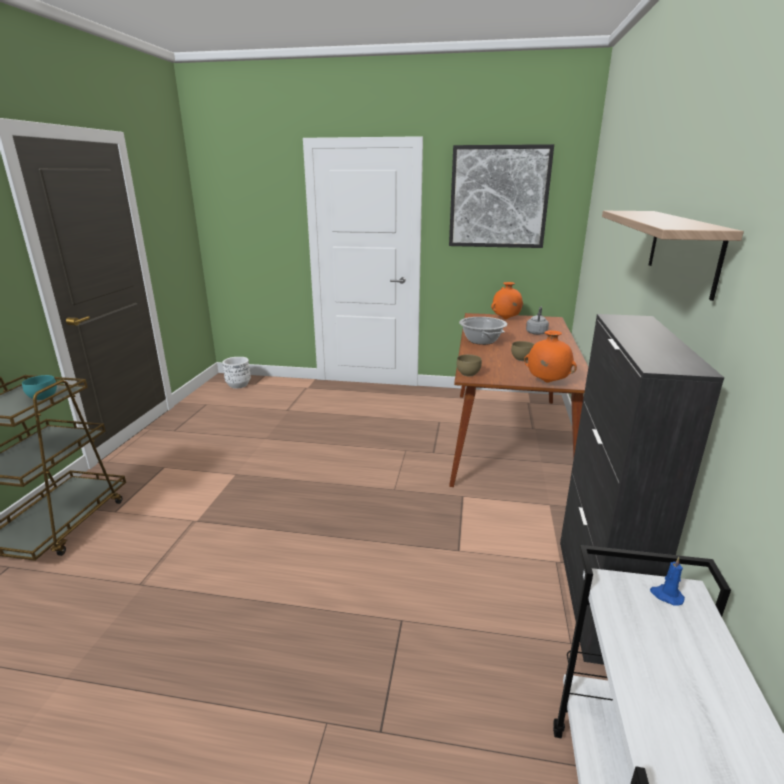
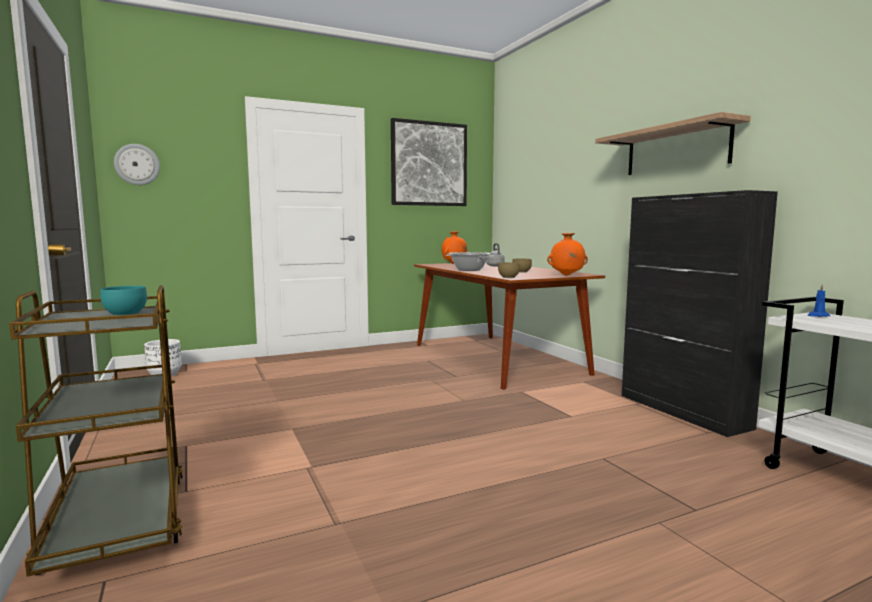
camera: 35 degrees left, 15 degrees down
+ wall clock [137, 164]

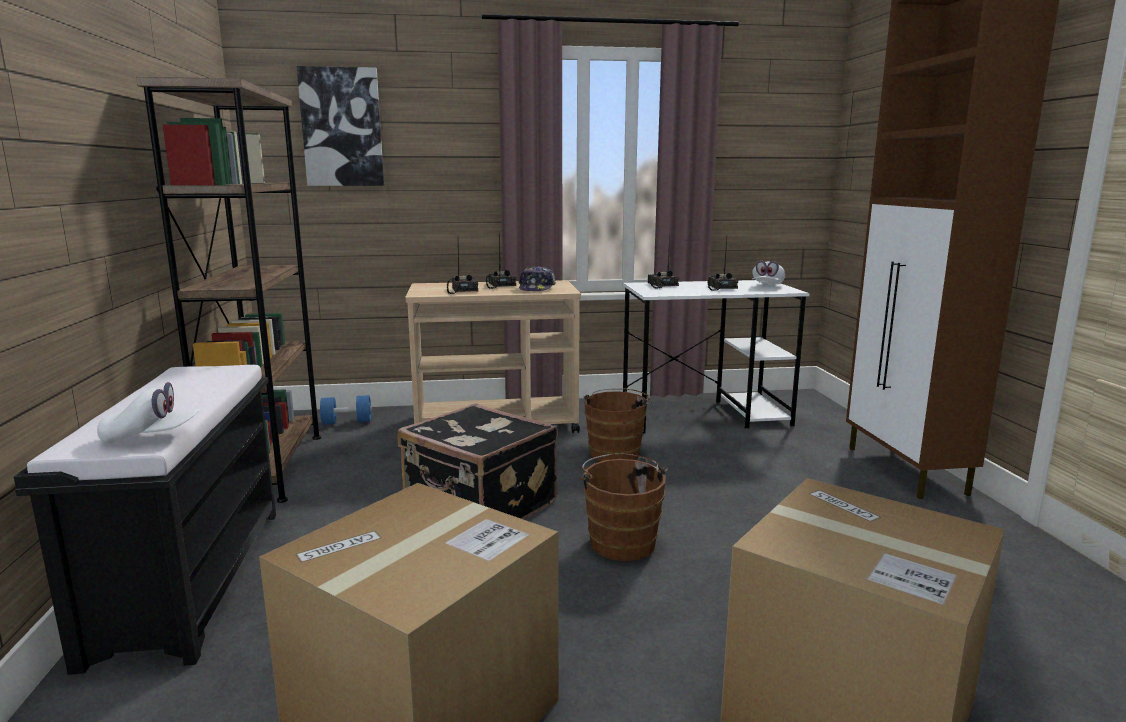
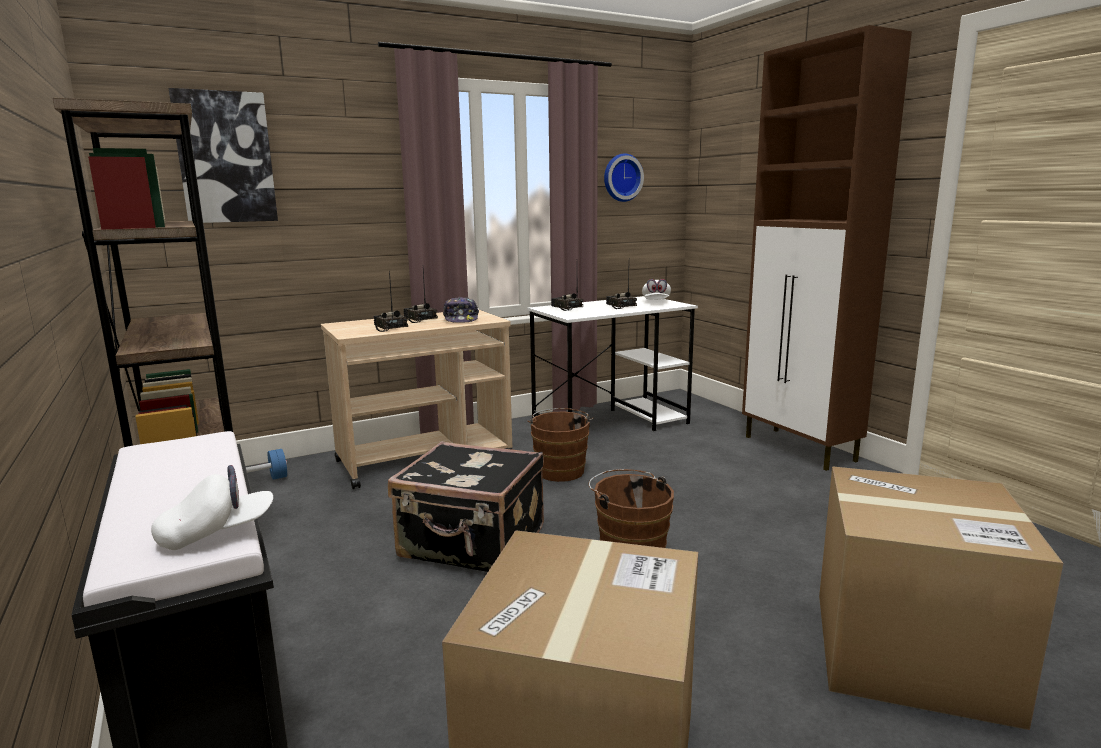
camera: 20 degrees left, 0 degrees up
+ wall clock [624, 177]

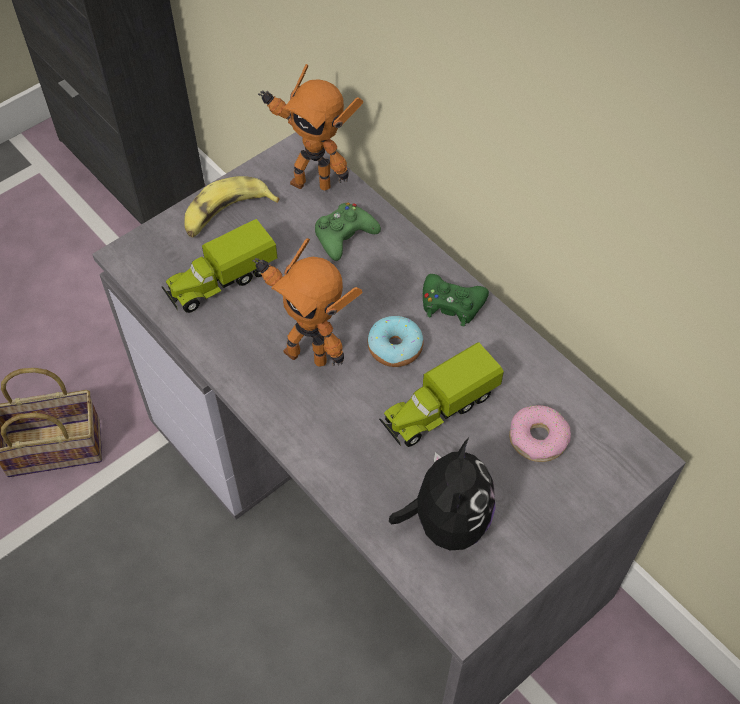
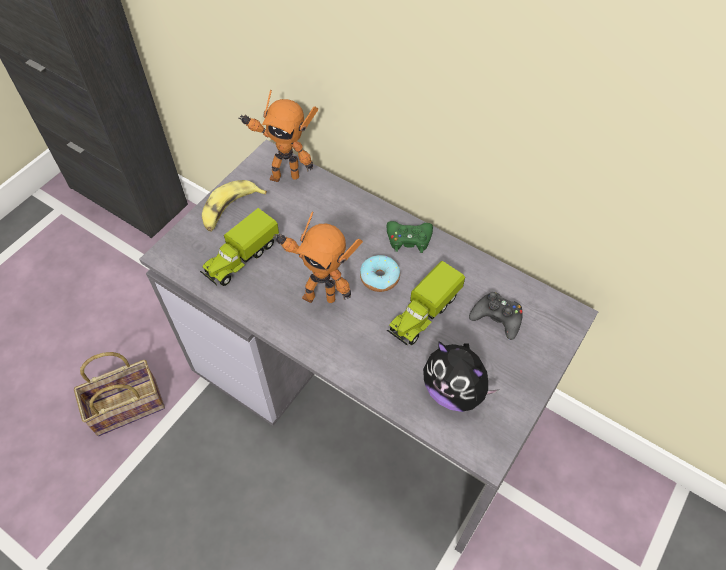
camera: 15 degrees left, 0 degrees up
- green game controller [348, 231]
~ donut [540, 433] to black game controller [496, 316]
~ plush toy [442, 494] = [461, 376] 135 degrees clockwise

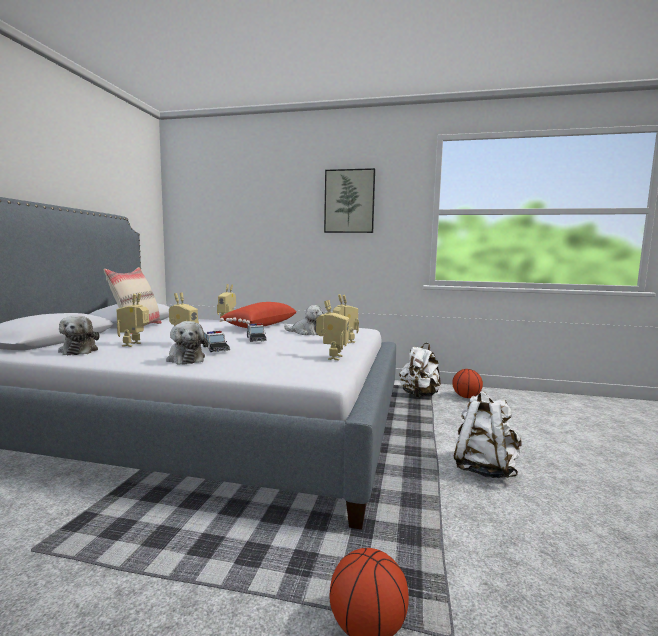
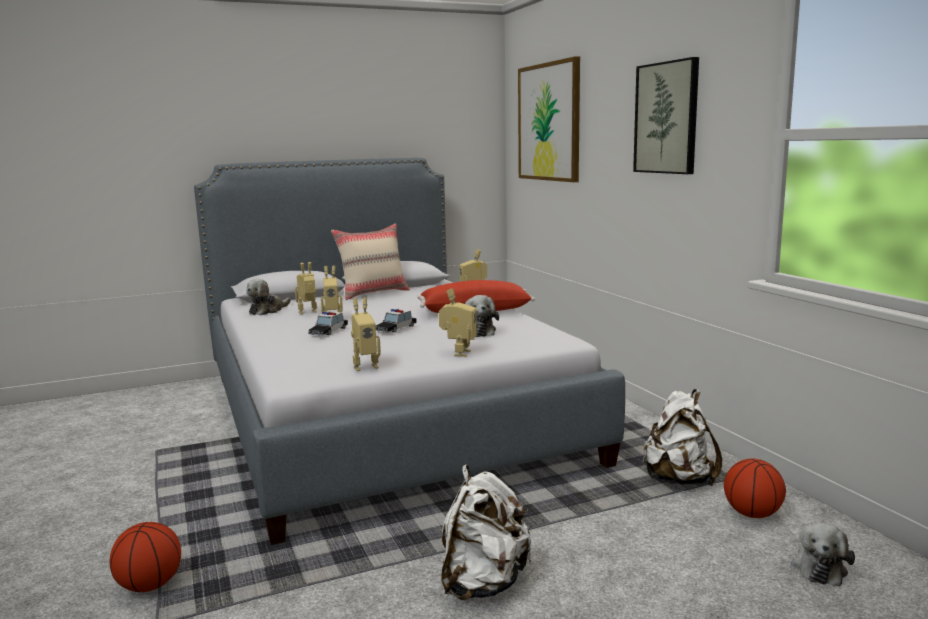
camera: 55 degrees right, 5 degrees up
+ picture [549, 119]
~ plush toy [187, 343] to [823, 554]

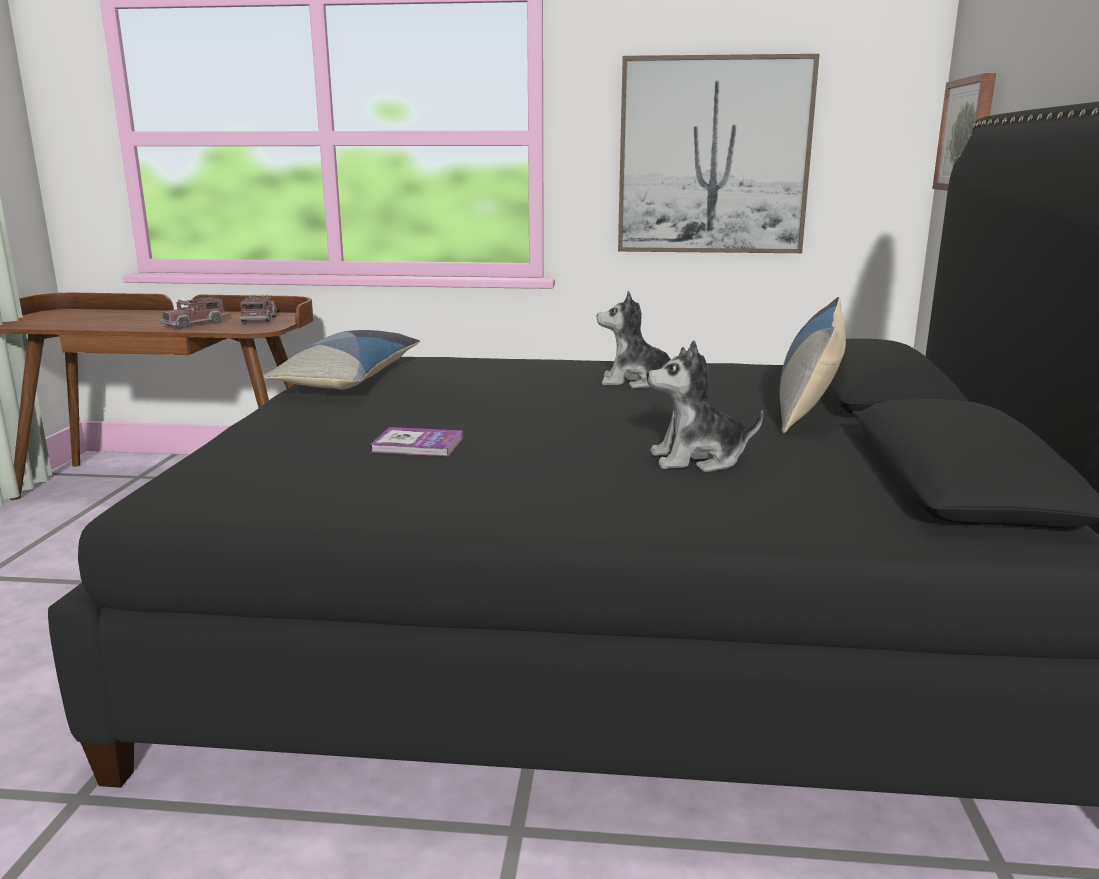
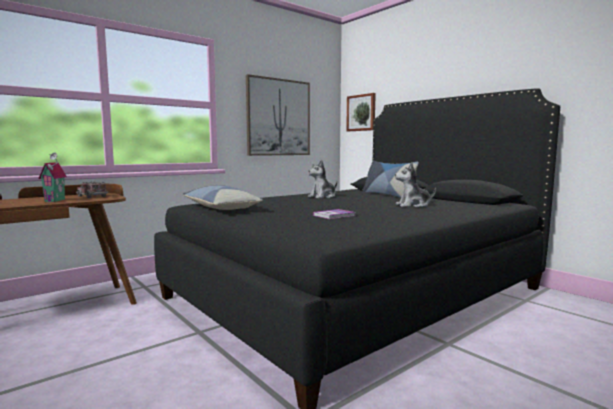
camera: 45 degrees left, 10 degrees down
~ toy truck [194, 312] to toy house [52, 177]
~ plush toy [705, 406] = [415, 185] 45 degrees clockwise

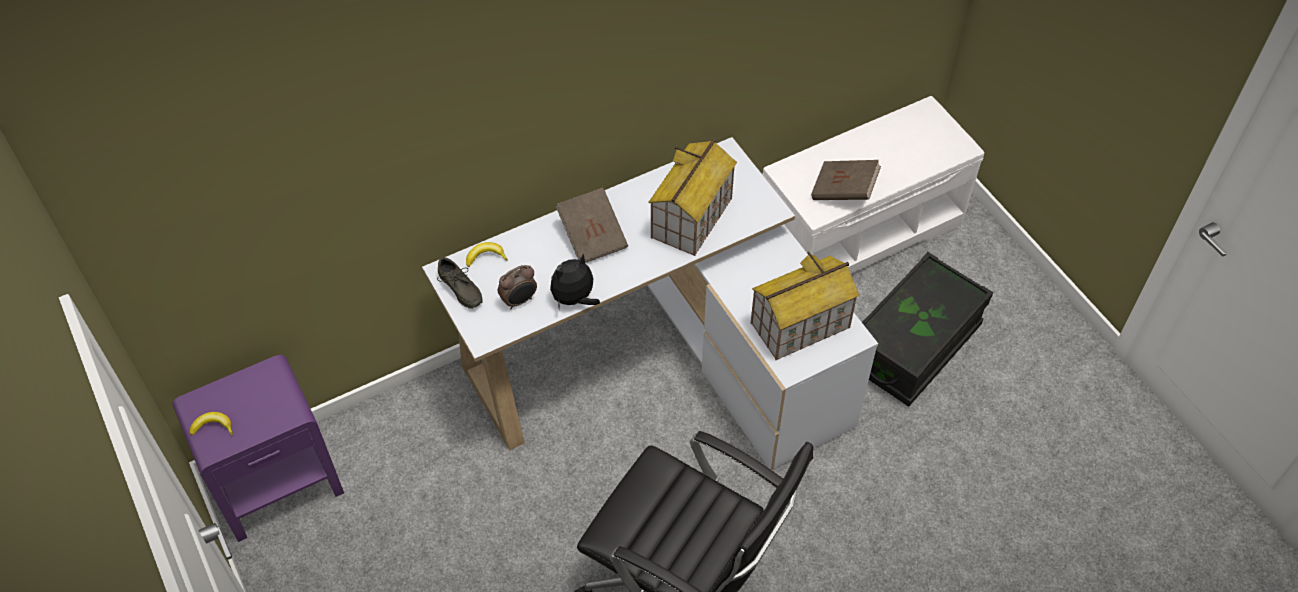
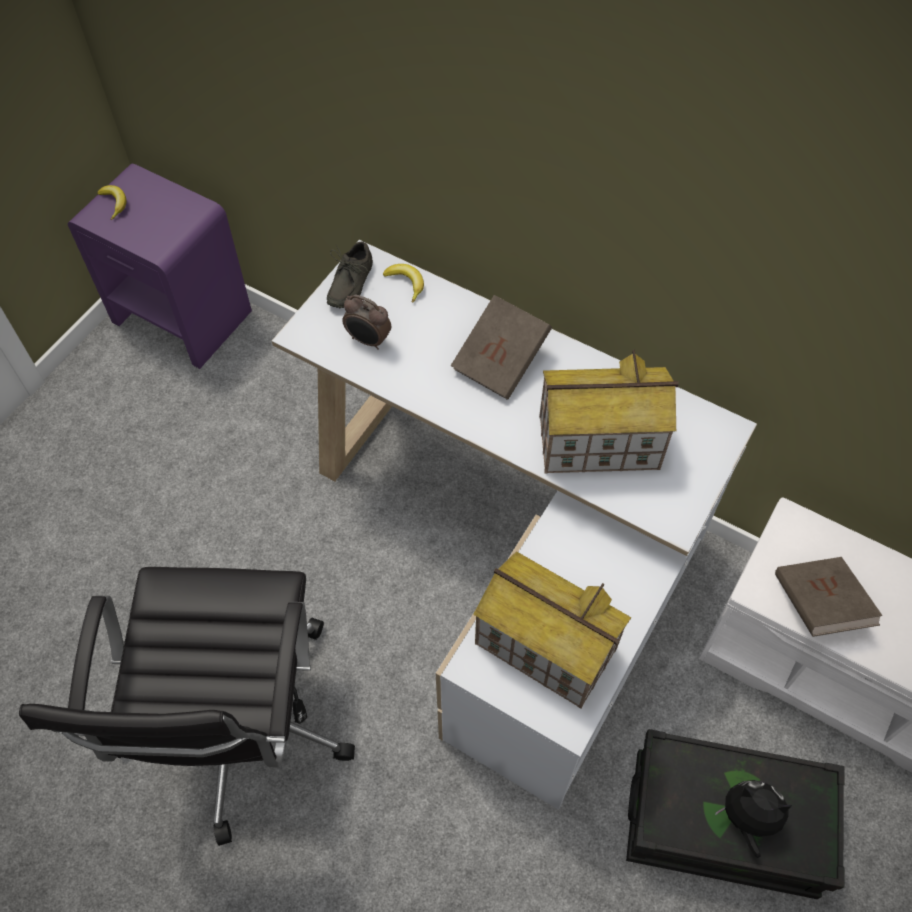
camera: 60 degrees right, 5 degrees up
~ plush toy [575, 282] to [753, 819]

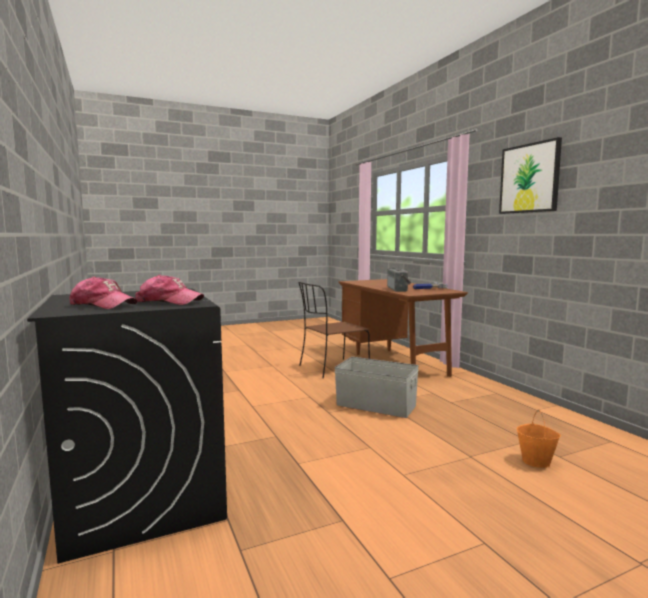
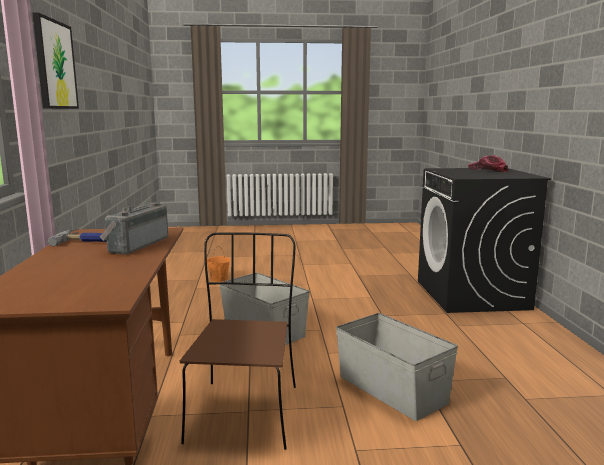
camera: 160 degrees left, 5 degrees up
- cap [169, 290]
+ grey storage box [397, 367]
~ brown chair [334, 330] = [238, 341] 75 degrees counterclockwise

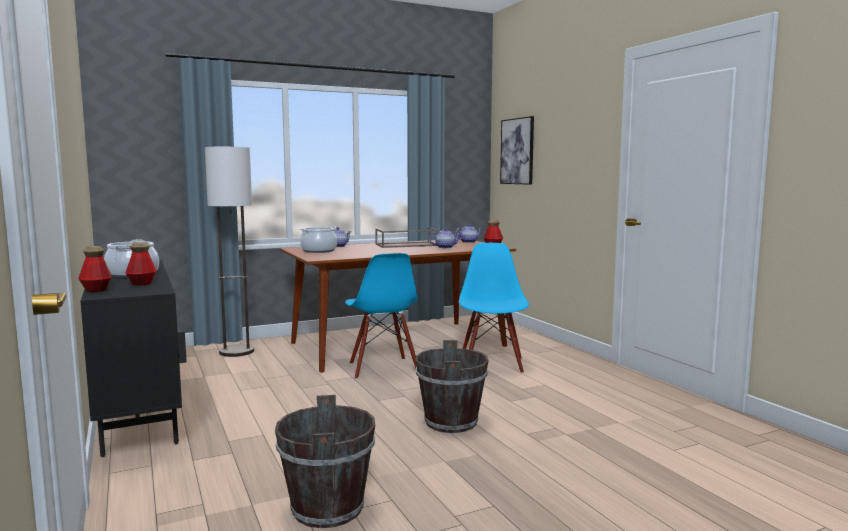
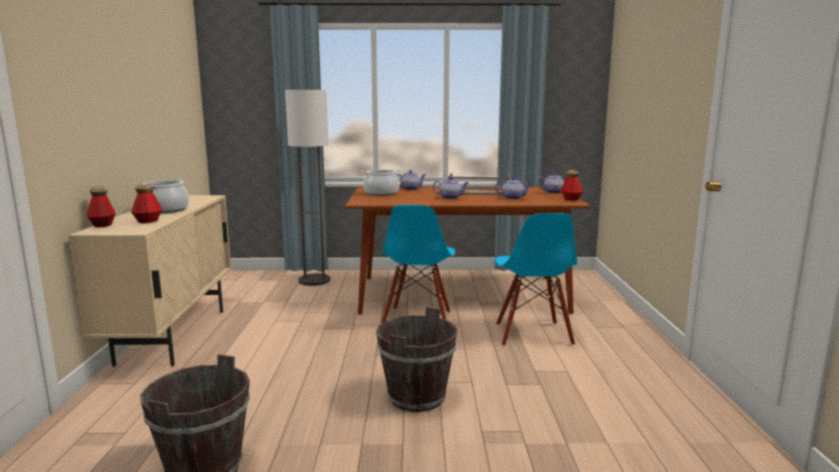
camera: 25 degrees right, 5 degrees up
- picture [517, 150]
+ teapot [450, 188]
~ black cabinet [133, 358] to beige cabinet [149, 281]
~ blue chair [494, 308] = [536, 279] 150 degrees clockwise

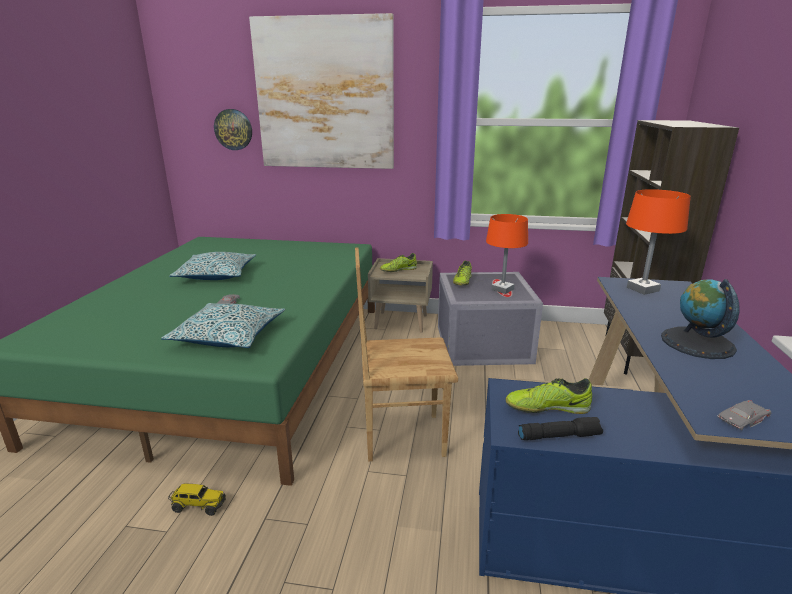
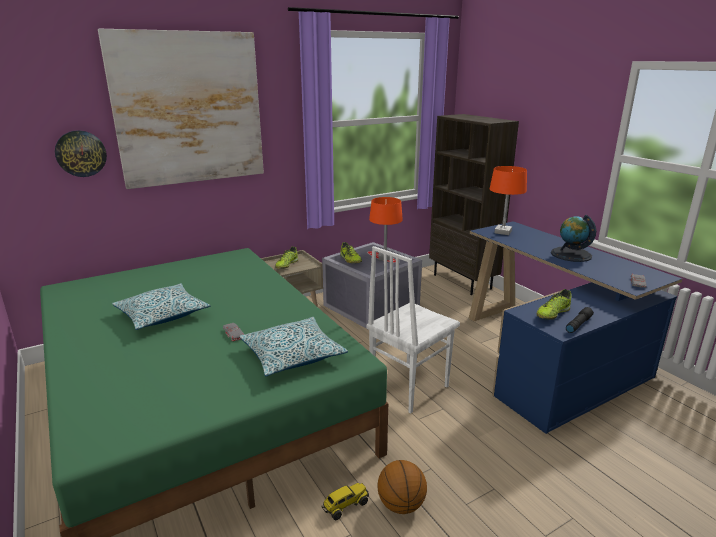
camera: 40 degrees left, 0 degrees up
+ basketball [402, 487]
~ brown chair [406, 354] to white chair [413, 329]

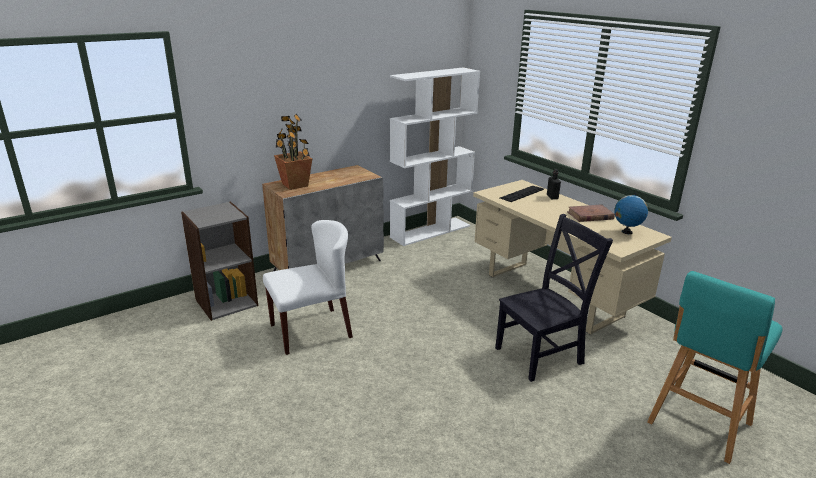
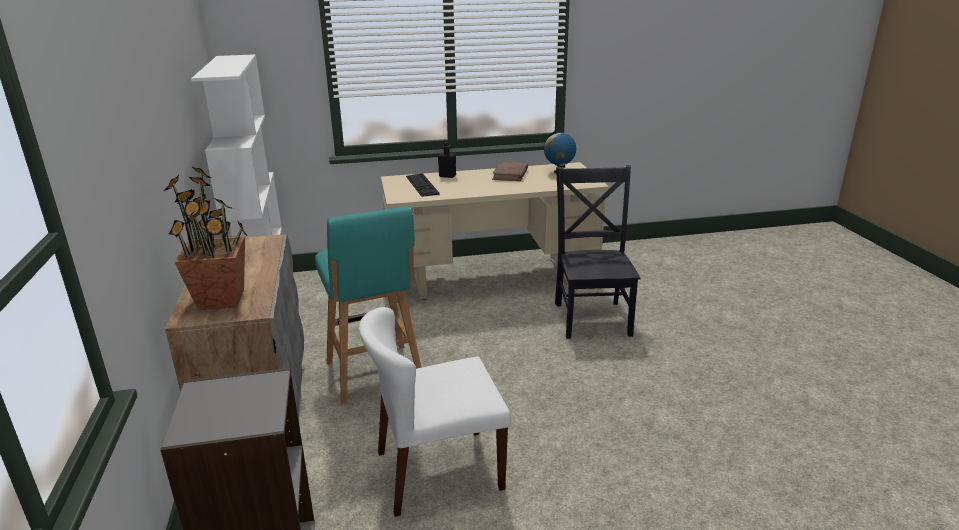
camera: 65 degrees left, 0 degrees up
~ turquoise stool [715, 367] to [368, 305]
~ white chair [308, 287] = [435, 412] 105 degrees counterclockwise

